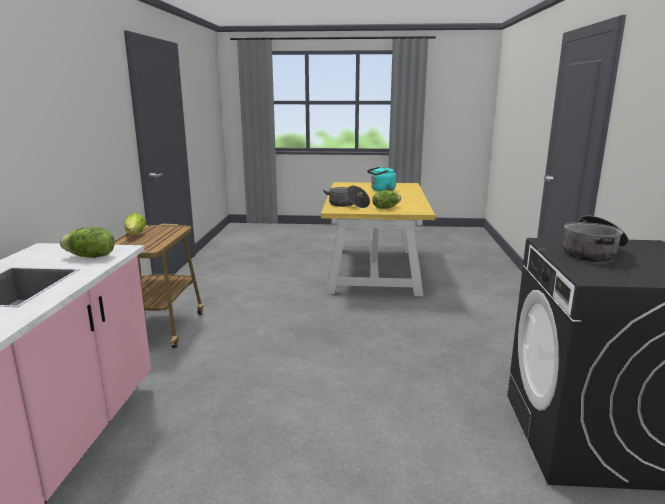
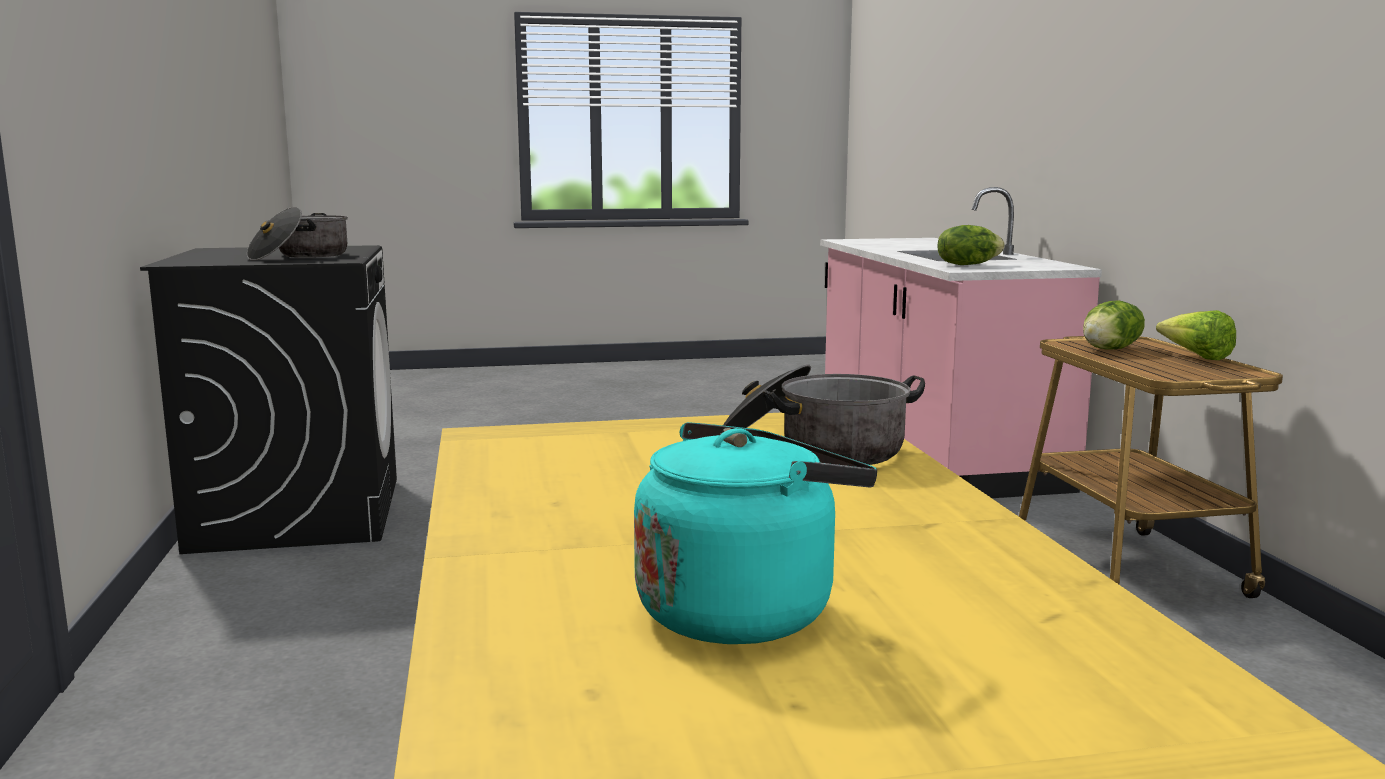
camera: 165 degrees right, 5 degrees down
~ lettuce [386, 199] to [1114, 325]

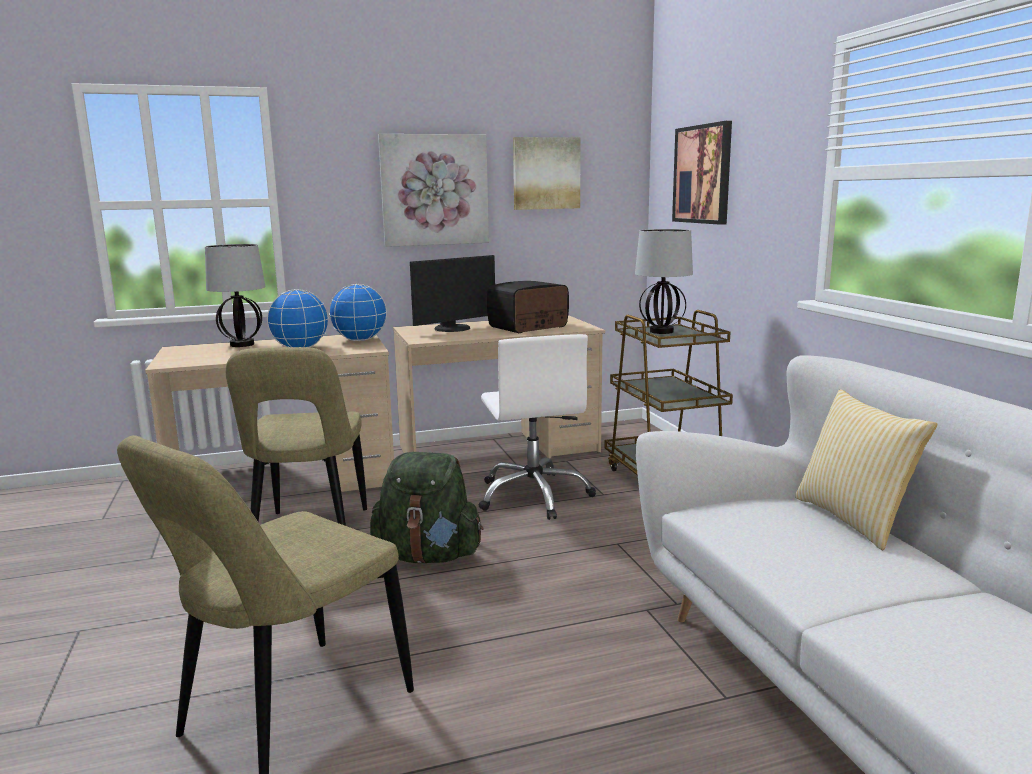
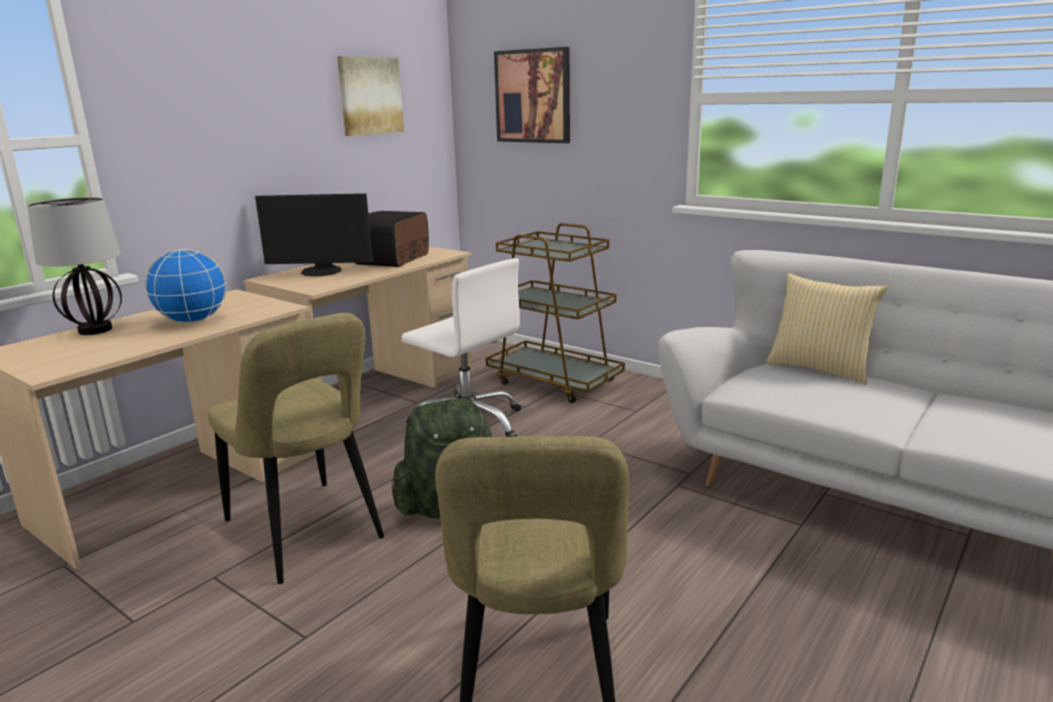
camera: 35 degrees left, 5 degrees up
- globe [358, 312]
- picture [433, 190]
- table lamp [664, 281]
~ monitor [452, 293] = [314, 234] 75 degrees clockwise

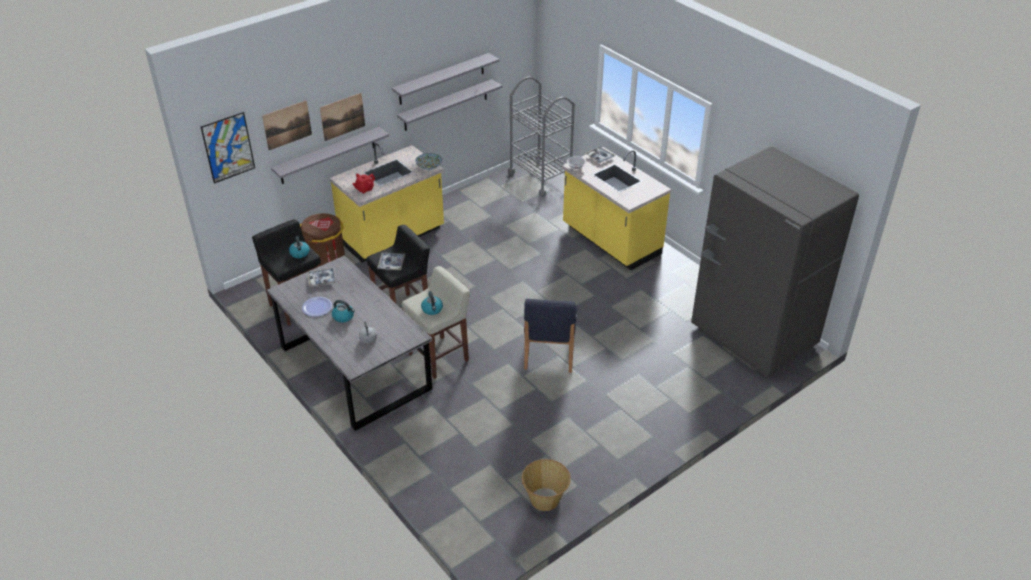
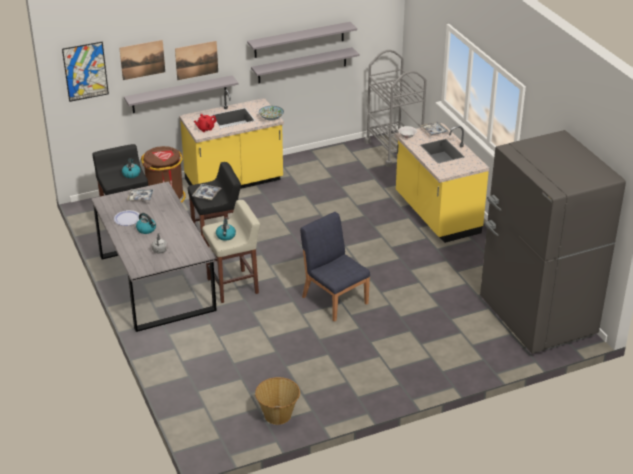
camera: 15 degrees right, 5 degrees down
~ blue chair [550, 336] = [335, 267] 120 degrees clockwise

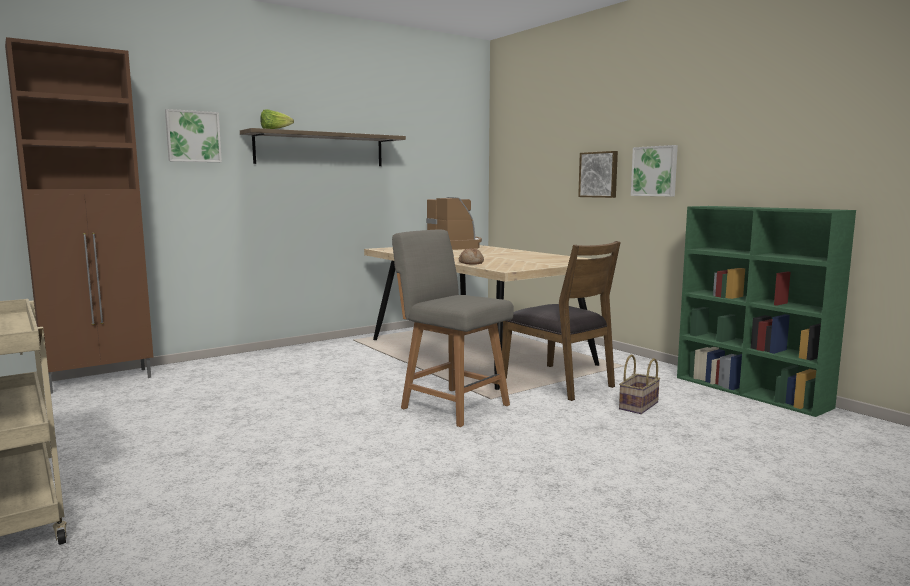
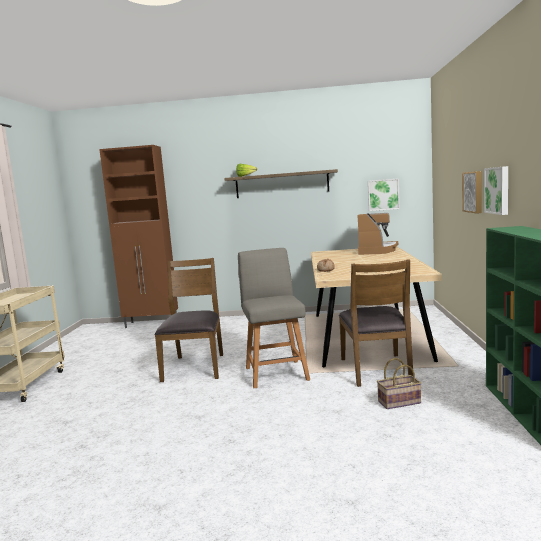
camera: 40 degrees right, 0 degrees up
+ brown chair [188, 320]
~ picture [193, 135] to [384, 194]

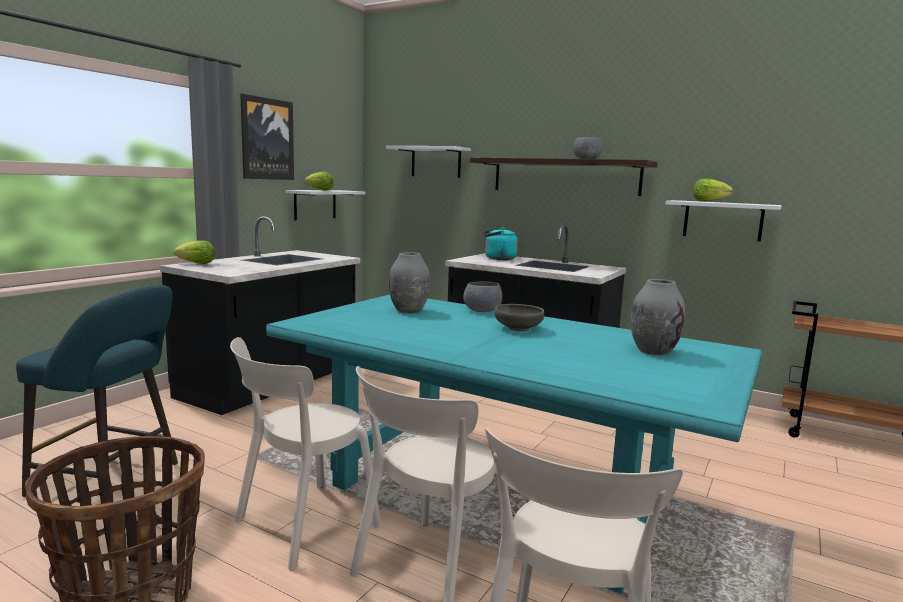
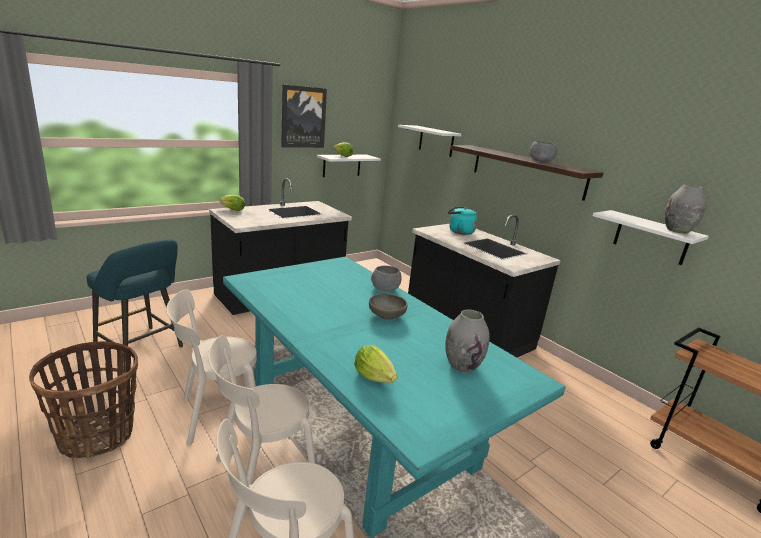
camera: 20 degrees right, 10 degrees up
~ grey vase [409, 282] to [685, 209]
~ lettuce [713, 190] to [376, 364]

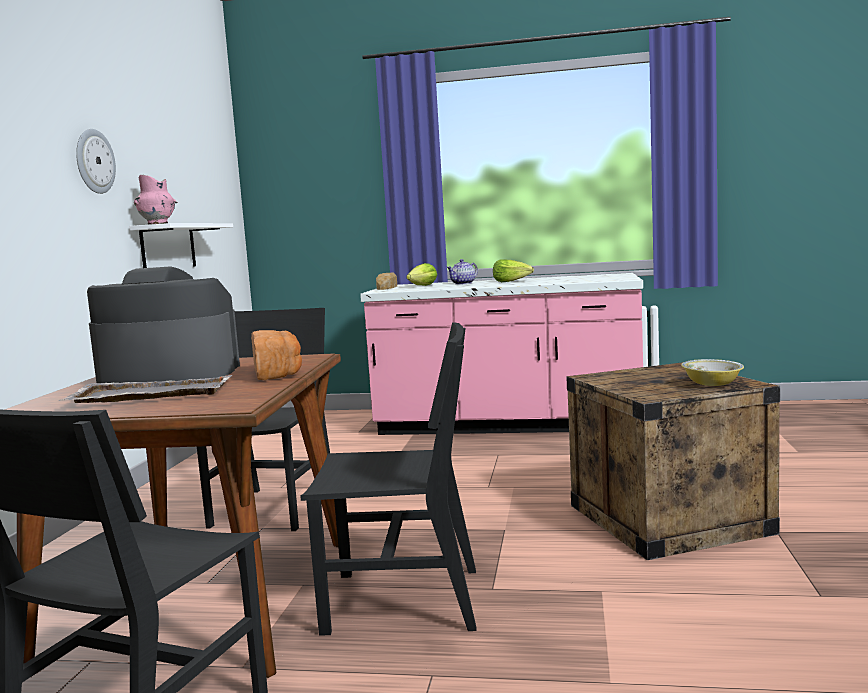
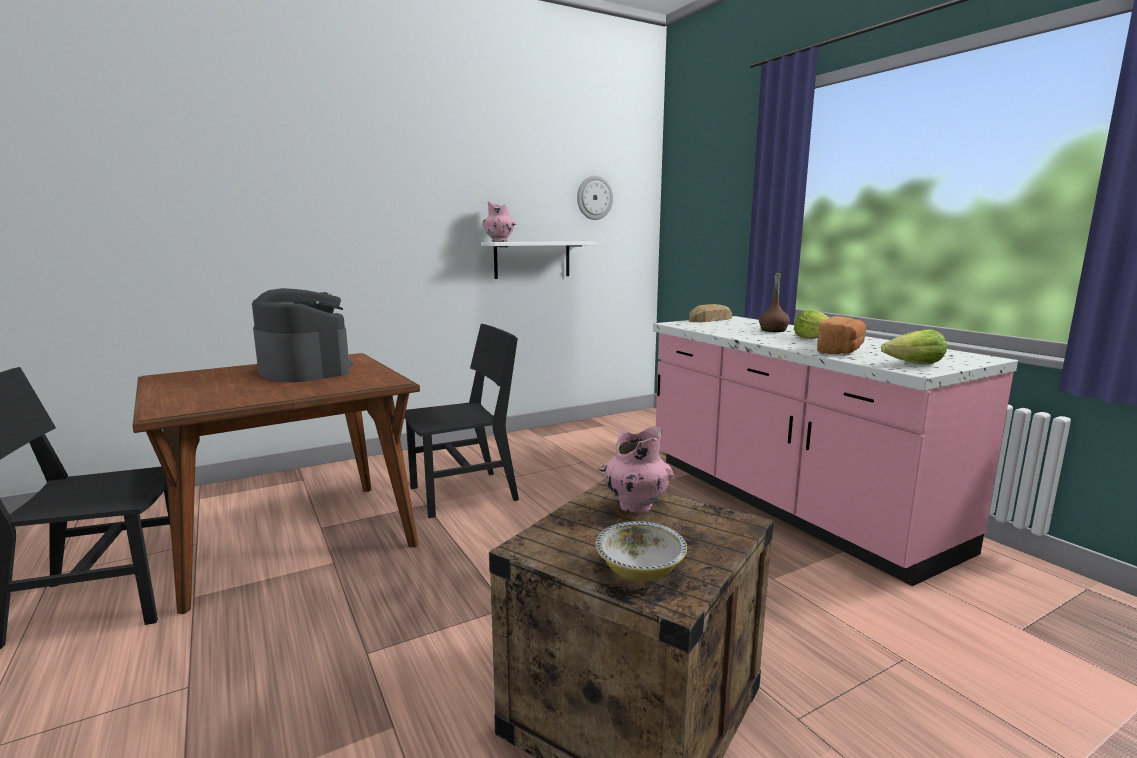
camera: 50 degrees right, 5 degrees up
- grey tray [145, 389]
- black chair [388, 479]
+ pink vase [636, 469]
~ wall clock [96, 161] to [595, 198]
~ bread [276, 355] to [841, 335]
~ lettuce [422, 274] to [914, 346]
~ teapot [462, 271] to brown bottle [774, 302]

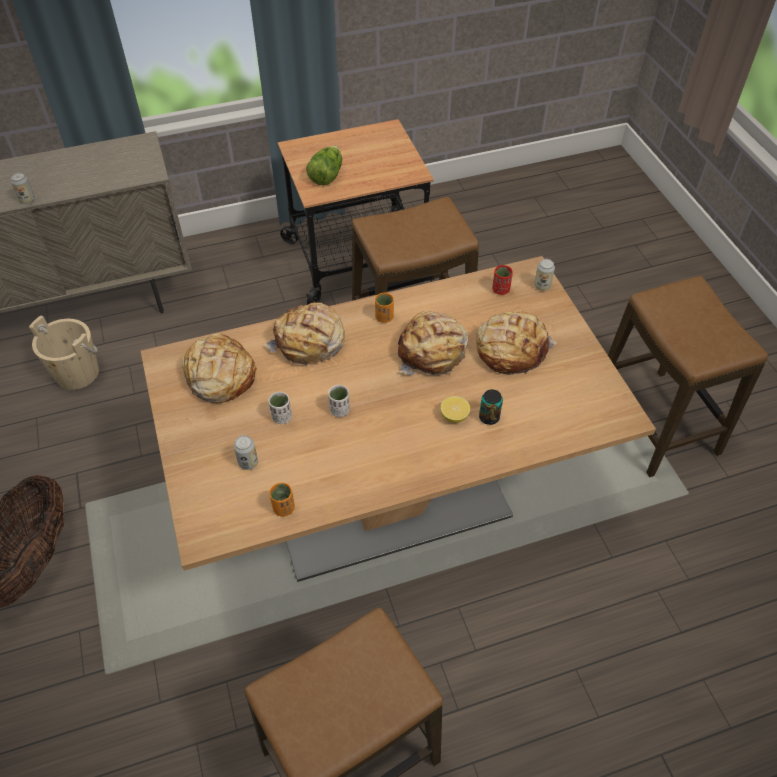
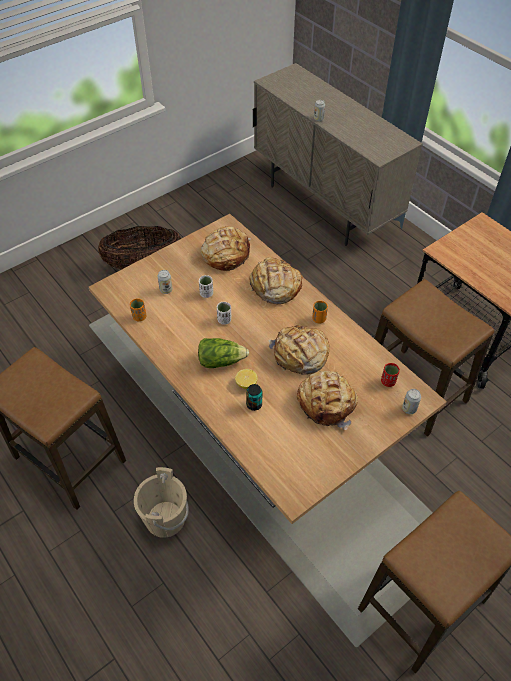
camera: 70 degrees right, 0 degrees up
~ beige bucket [64, 352] to [161, 502]
~ lettuce [324, 165] to [223, 353]

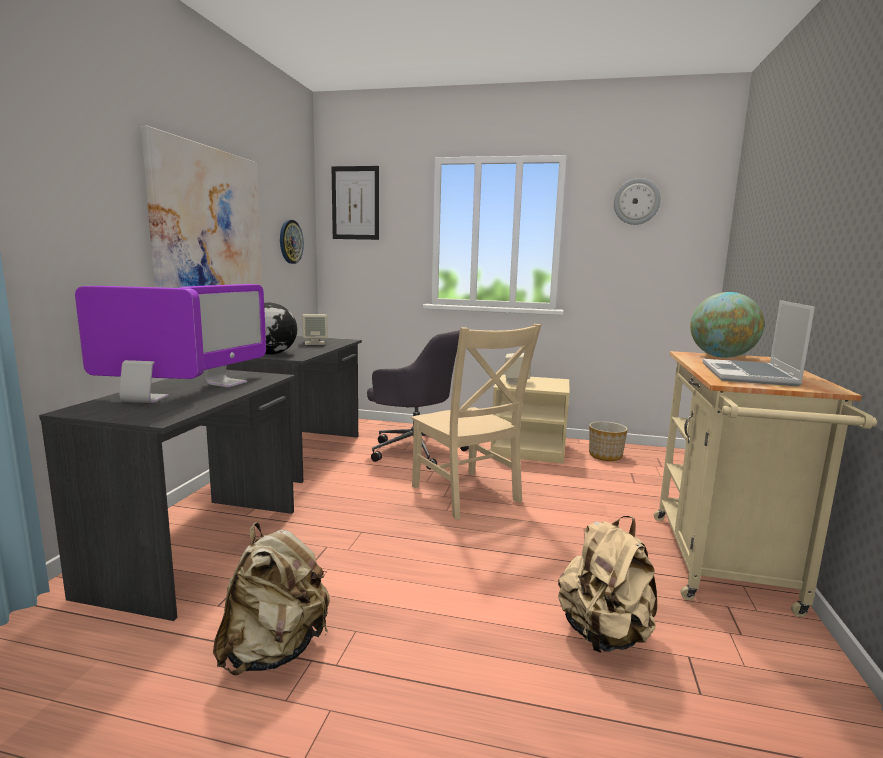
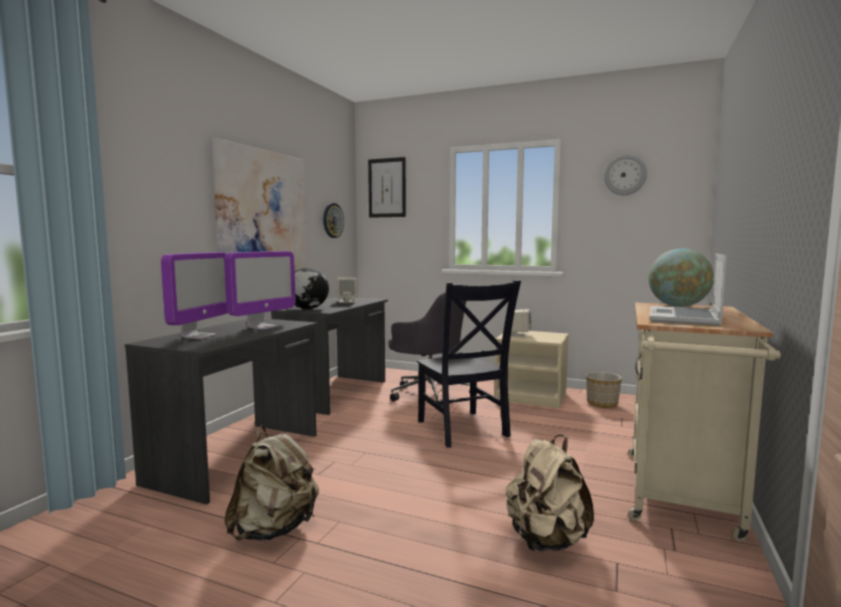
camera: 10 degrees right, 5 degrees down
~ beige chair [476, 422] to black chair [469, 364]
~ monitor [139, 344] = [194, 295] 90 degrees clockwise

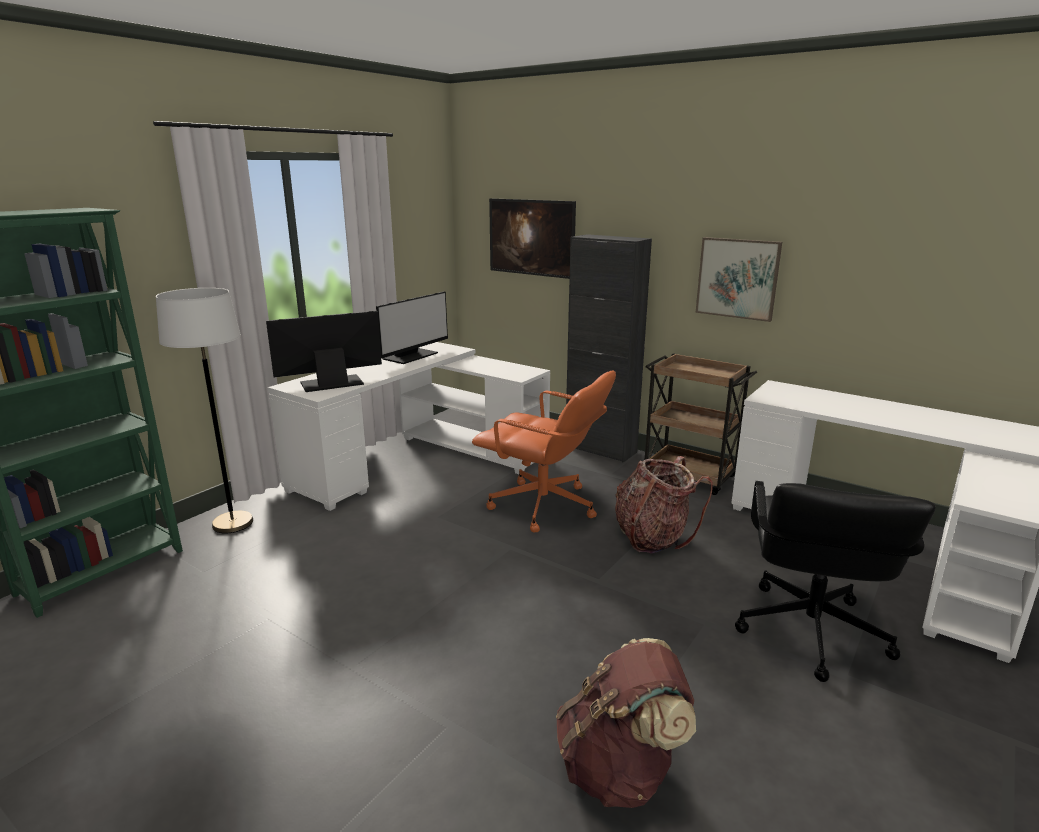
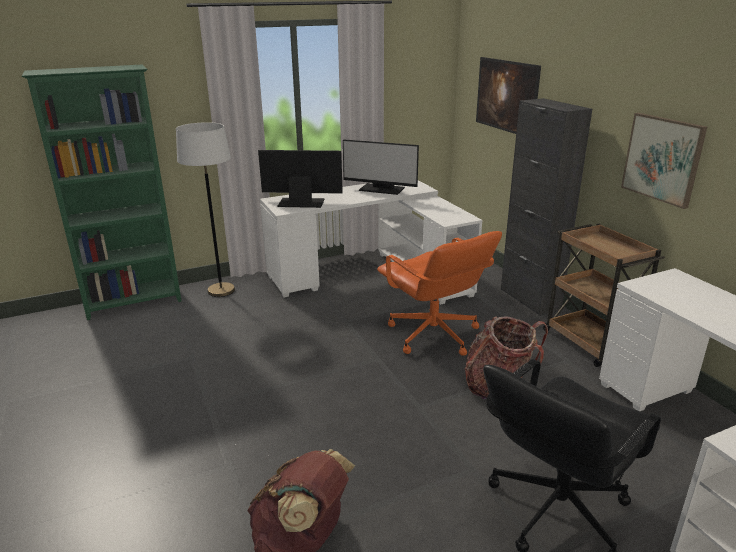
camera: 30 degrees right, 5 degrees up
~ monitor [412, 328] = [381, 167] 45 degrees clockwise

